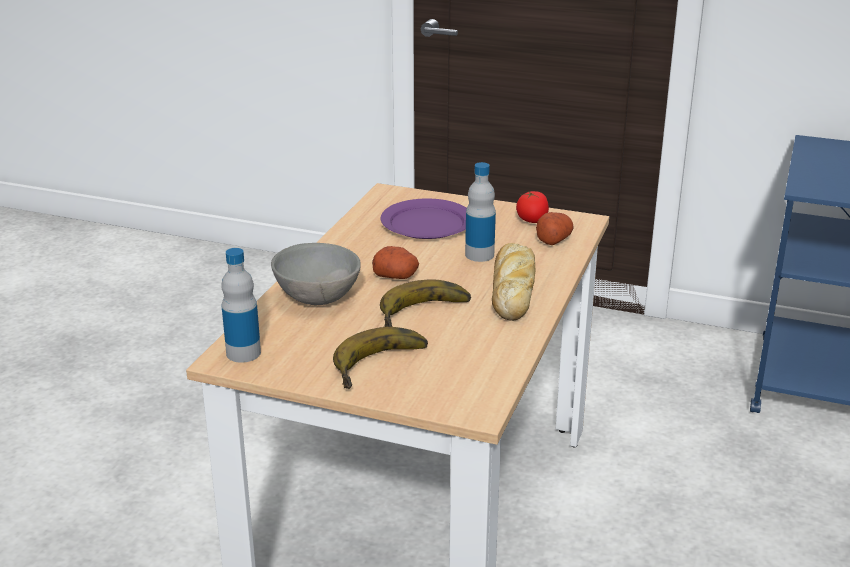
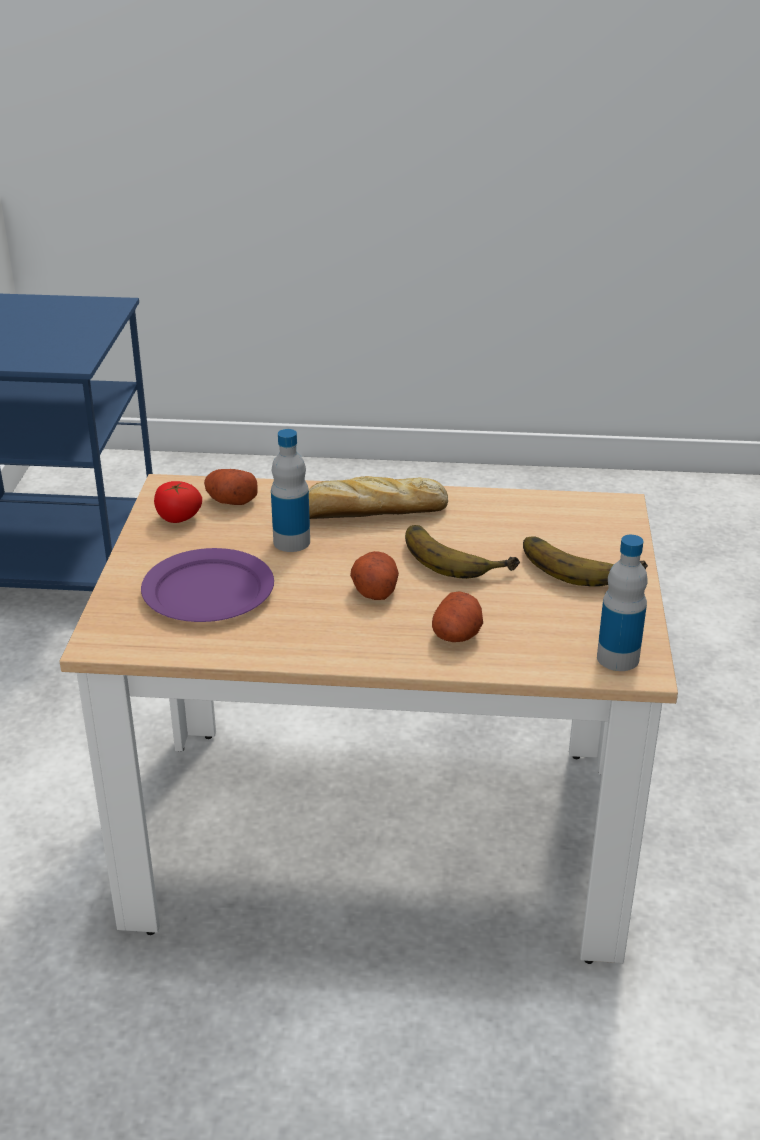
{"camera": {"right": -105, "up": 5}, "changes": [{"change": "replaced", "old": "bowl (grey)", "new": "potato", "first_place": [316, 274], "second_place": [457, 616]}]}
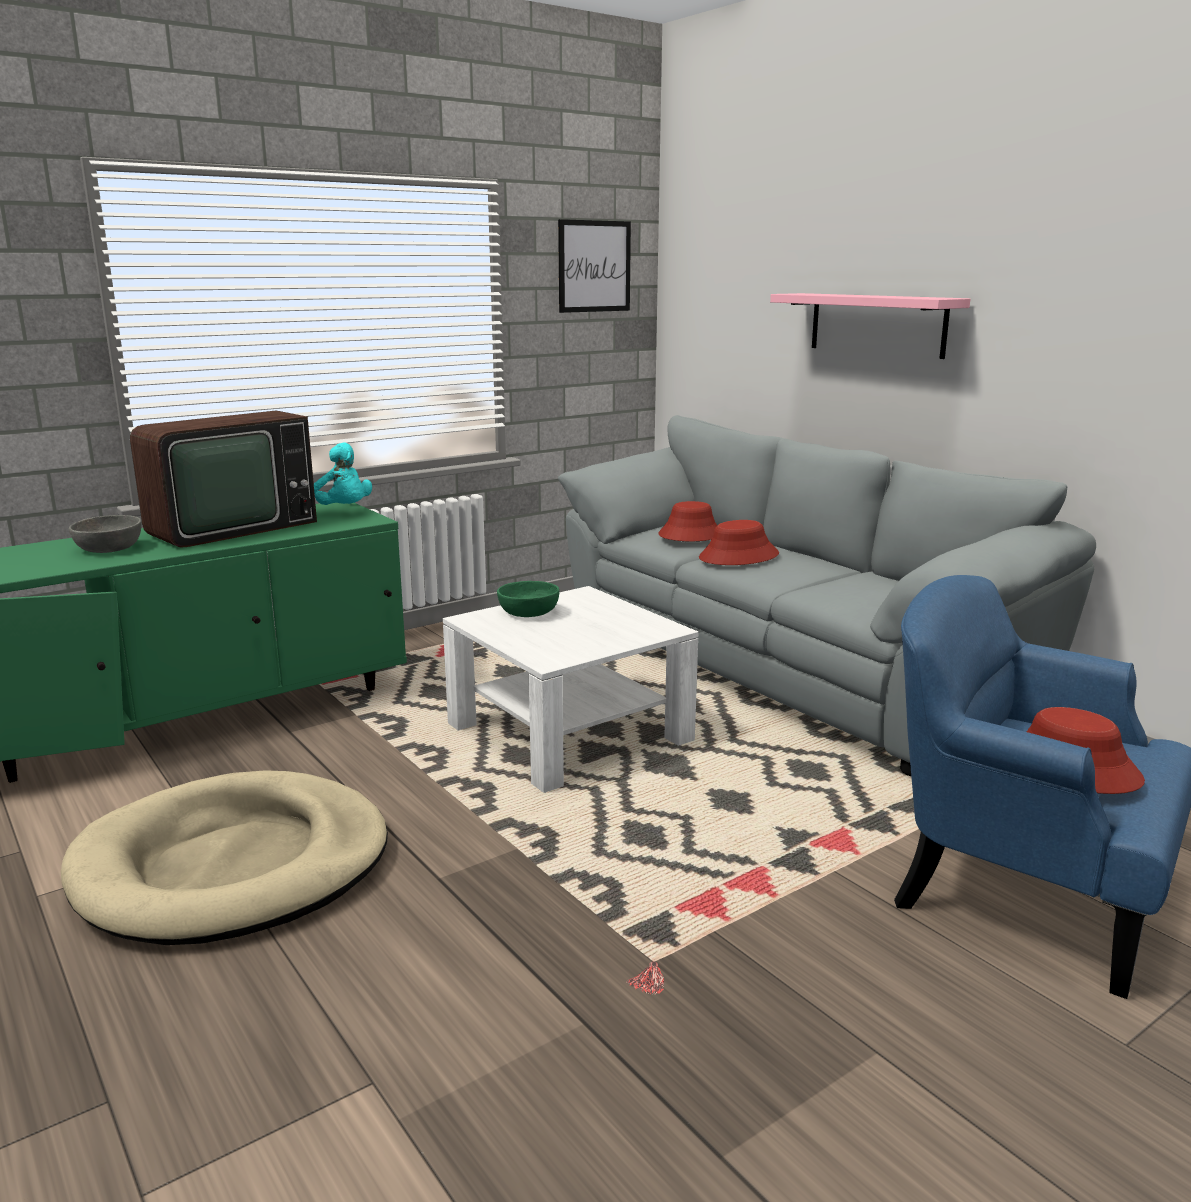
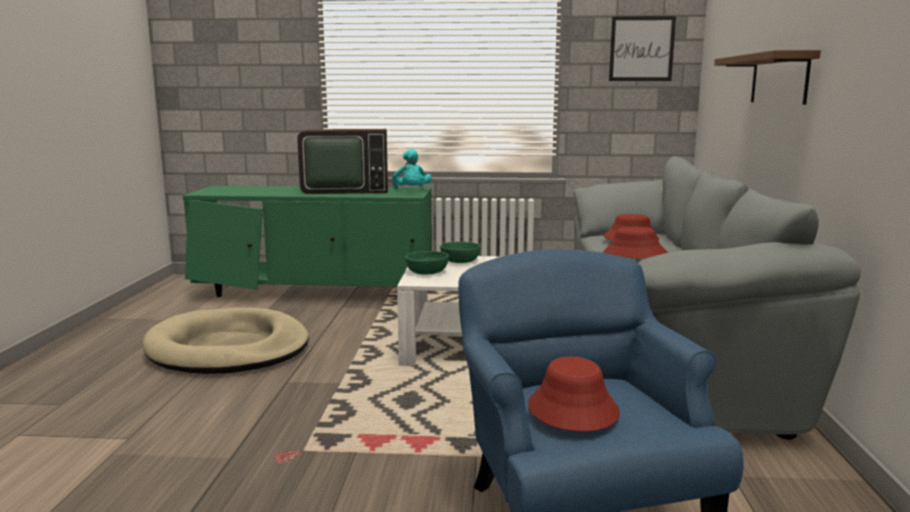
{"camera": {"right": 40, "up": -5}, "changes": [{"change": "added", "new": "bowl (green)", "second_place": [427, 263]}, {"change": "recoloured", "old": "shelf (pink)", "new": "shelf (brown)", "first_place": [870, 326], "second_place": [767, 77]}, {"change": "removed", "old": "bowl (grey)", "first_place": [105, 534]}]}
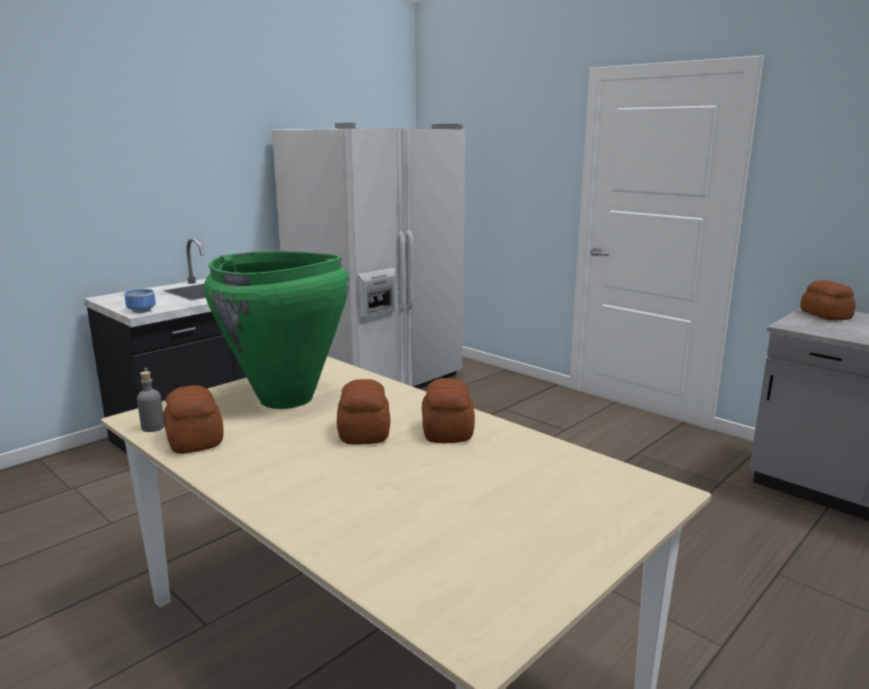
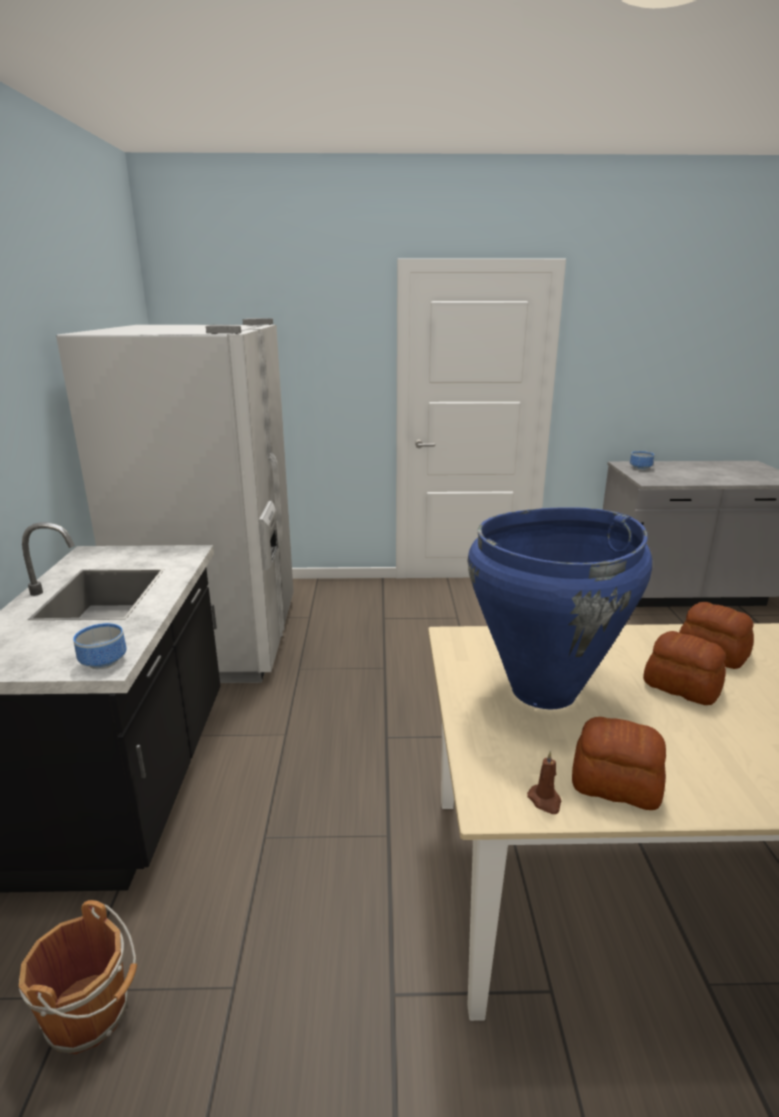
{"camera": {"right": -45, "up": 5}, "changes": [{"change": "added", "new": "bucket (brown)", "second_place": [78, 977]}, {"change": "recoloured", "old": "vase (green)", "new": "vase (blue)", "first_place": [277, 330], "second_place": [559, 608]}, {"change": "replaced", "old": "bottle (grey)", "new": "candle (brown)", "first_place": [151, 401], "second_place": [544, 782]}, {"change": "replaced", "old": "bread", "new": "bowl", "first_place": [828, 300], "second_place": [642, 460]}]}
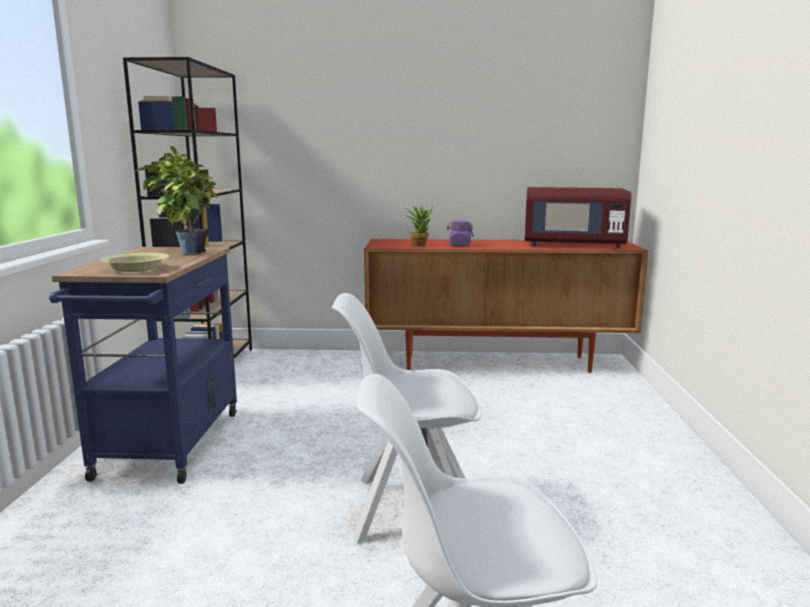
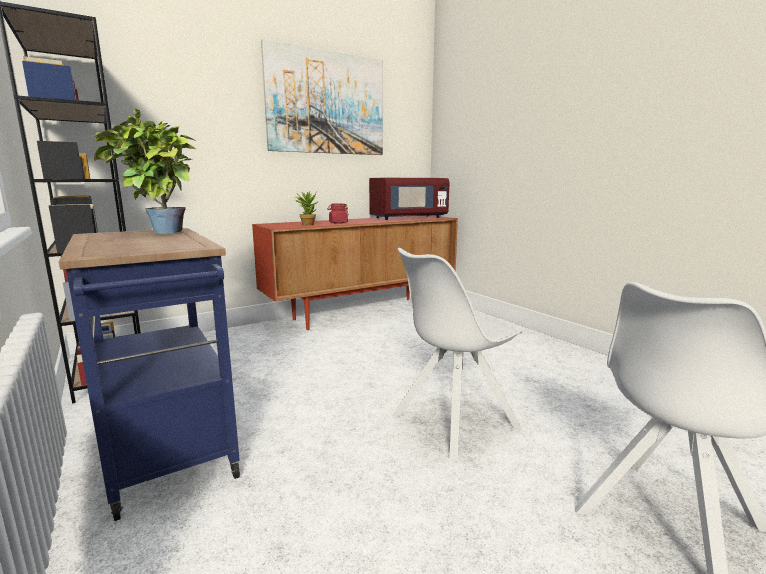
{"camera": {"right": -35, "up": 0}, "changes": [{"change": "added", "new": "picture", "second_place": [322, 97]}, {"change": "recoloured", "old": "jar (purple)", "new": "jar (red)", "first_place": [460, 233], "second_place": [338, 213]}, {"change": "removed", "old": "bowl (yellow)", "first_place": [135, 262]}]}
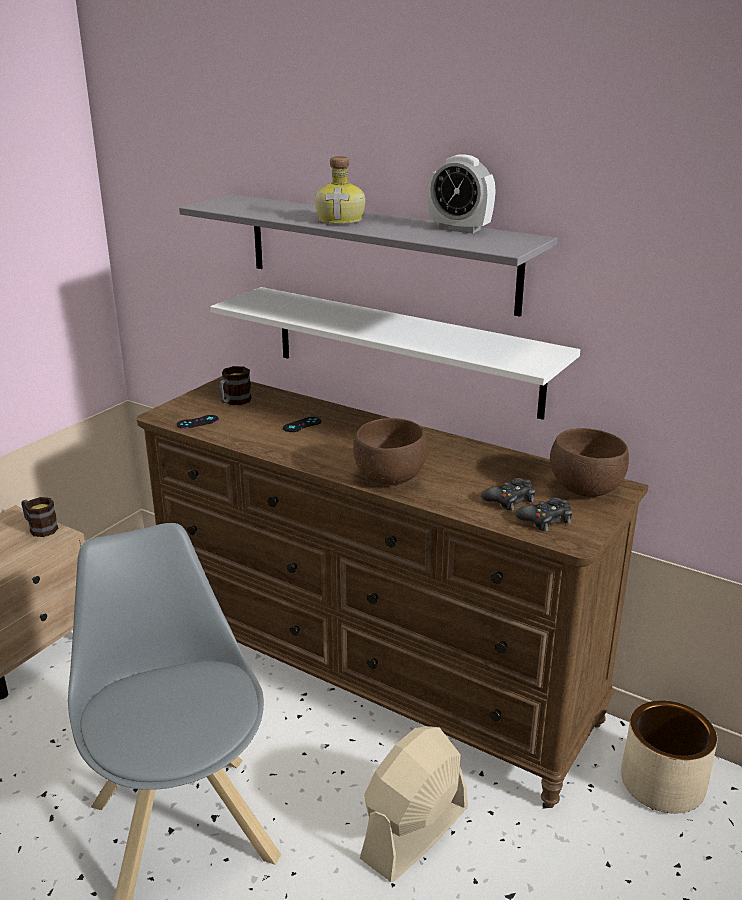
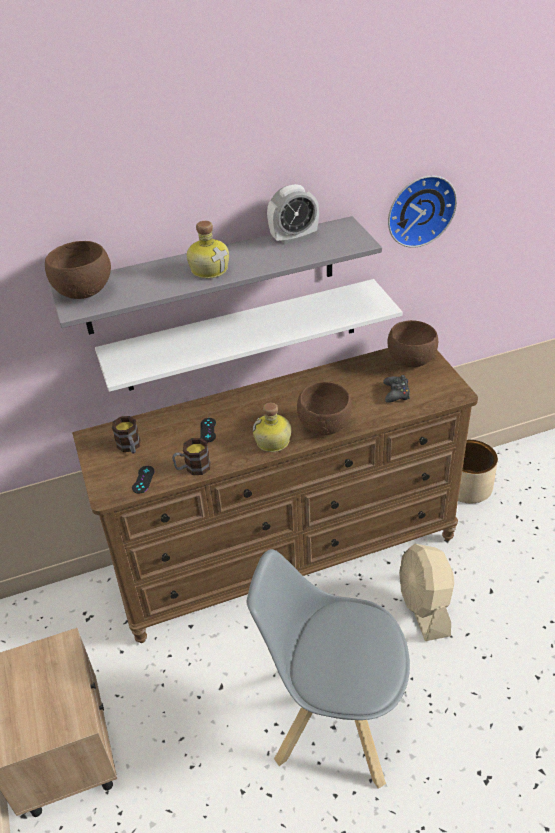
{"camera": {"right": -50, "up": 15}, "changes": [{"change": "added", "new": "bowl (brown)", "second_place": [78, 270]}, {"change": "moved", "old": "mug", "first_place": [40, 517], "second_place": [191, 456]}, {"change": "added", "new": "bottle", "second_place": [272, 427]}, {"change": "added", "new": "wall clock", "second_place": [422, 211]}, {"change": "removed", "old": "game controller (black)", "first_place": [543, 514]}]}
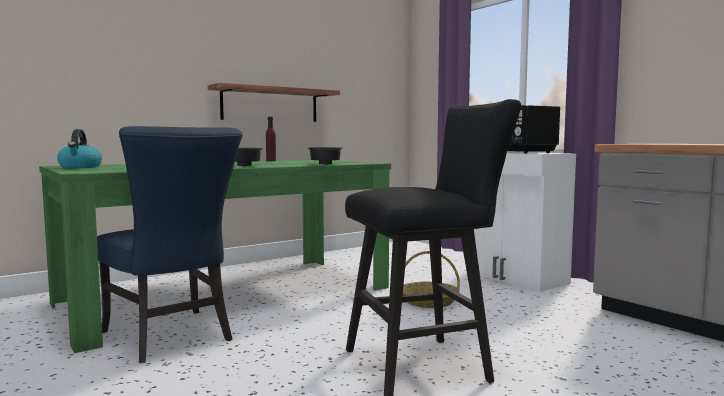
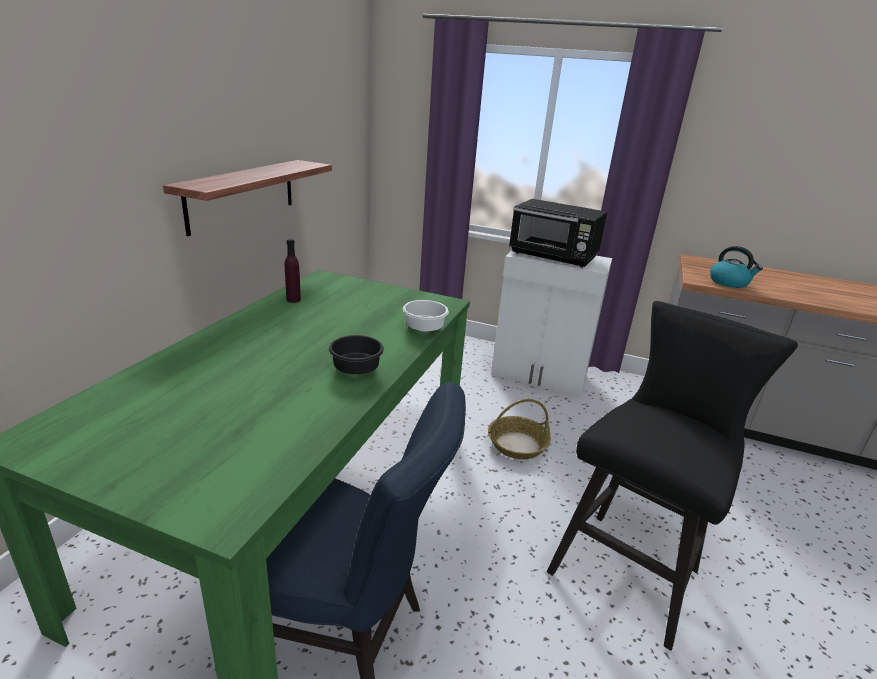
{"camera": {"right": -35, "up": 20}, "changes": [{"change": "recoloured", "old": "bowl (black)", "new": "bowl (white)", "first_place": [325, 156], "second_place": [426, 316]}, {"change": "moved", "old": "kettle", "first_place": [79, 148], "second_place": [736, 267]}]}
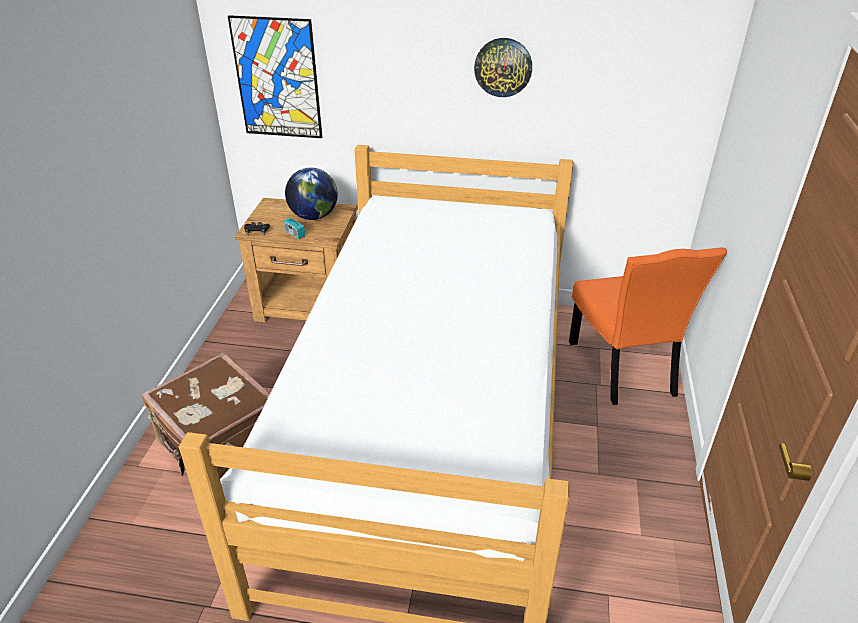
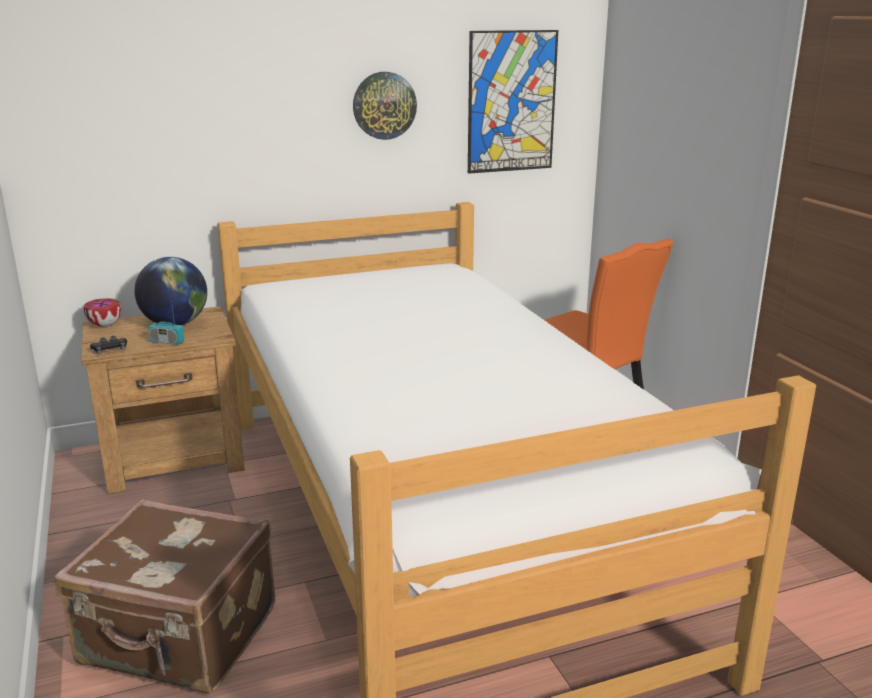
{"camera": {"right": -30, "up": -15}, "changes": [{"change": "added", "new": "bowl", "second_place": [102, 312]}, {"change": "moved", "old": "picture", "first_place": [275, 76], "second_place": [513, 102]}]}
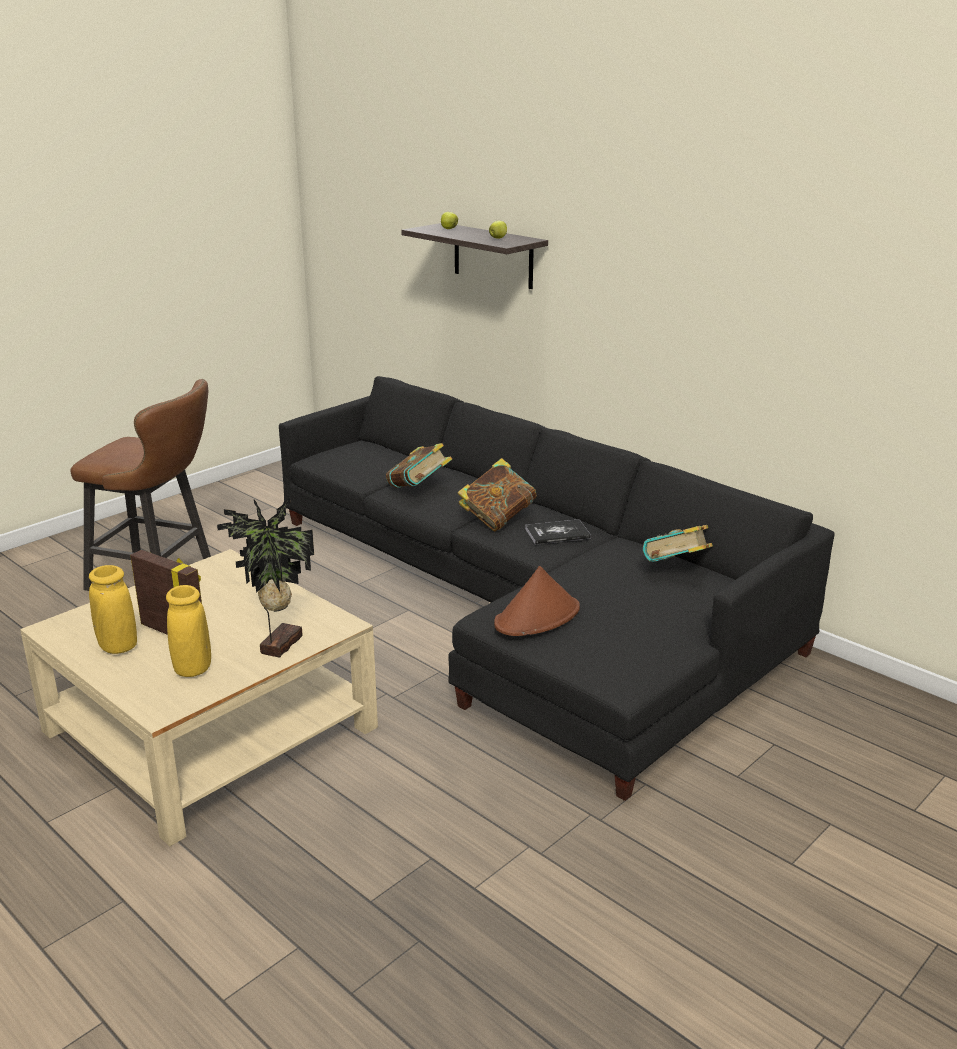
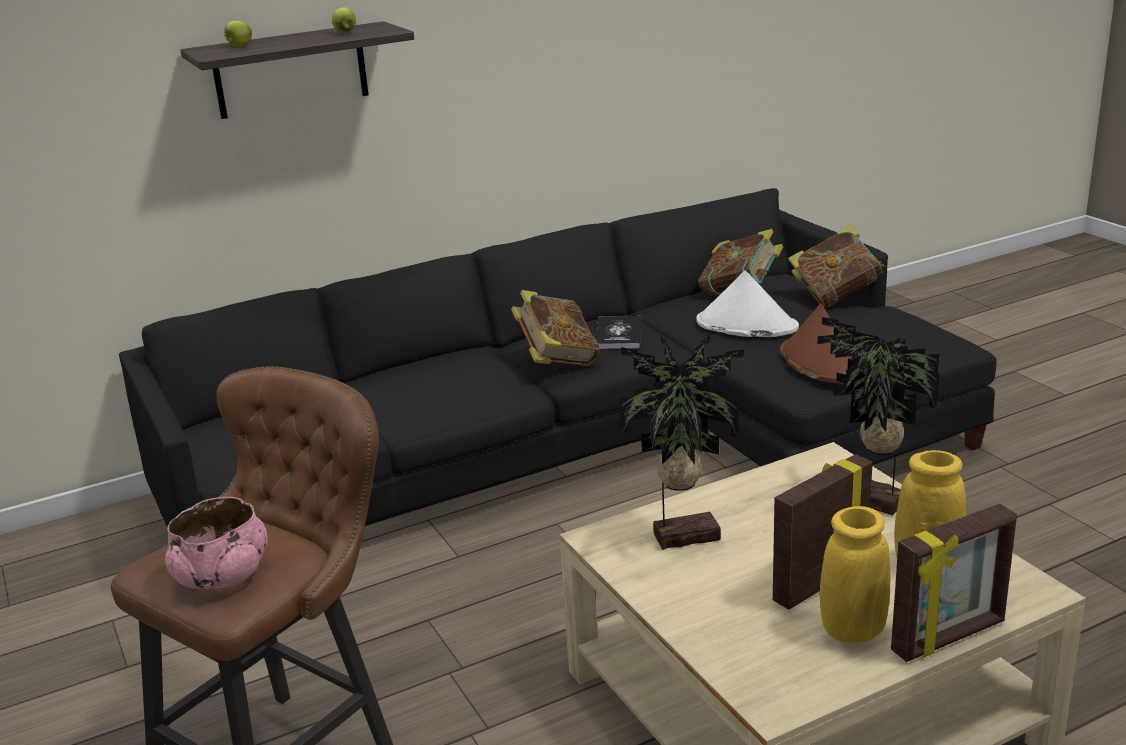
{"camera": {"right": -70, "up": 0}, "changes": [{"change": "added", "new": "bowl (pink)", "second_place": [216, 543]}, {"change": "added", "new": "potted plant", "second_place": [681, 442]}, {"change": "added", "new": "hat (white)", "second_place": [747, 303]}, {"change": "moved", "old": "book", "first_place": [419, 465], "second_place": [837, 266]}, {"change": "added", "new": "picture frame", "second_place": [954, 583]}]}
